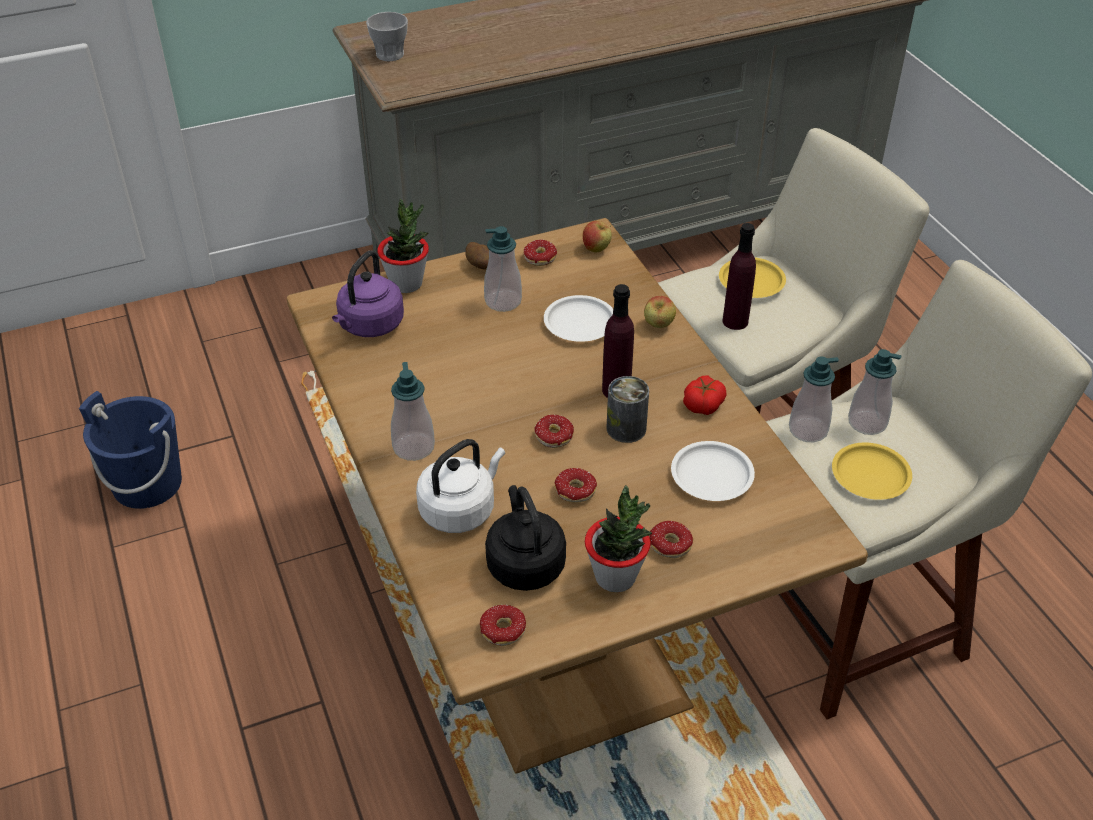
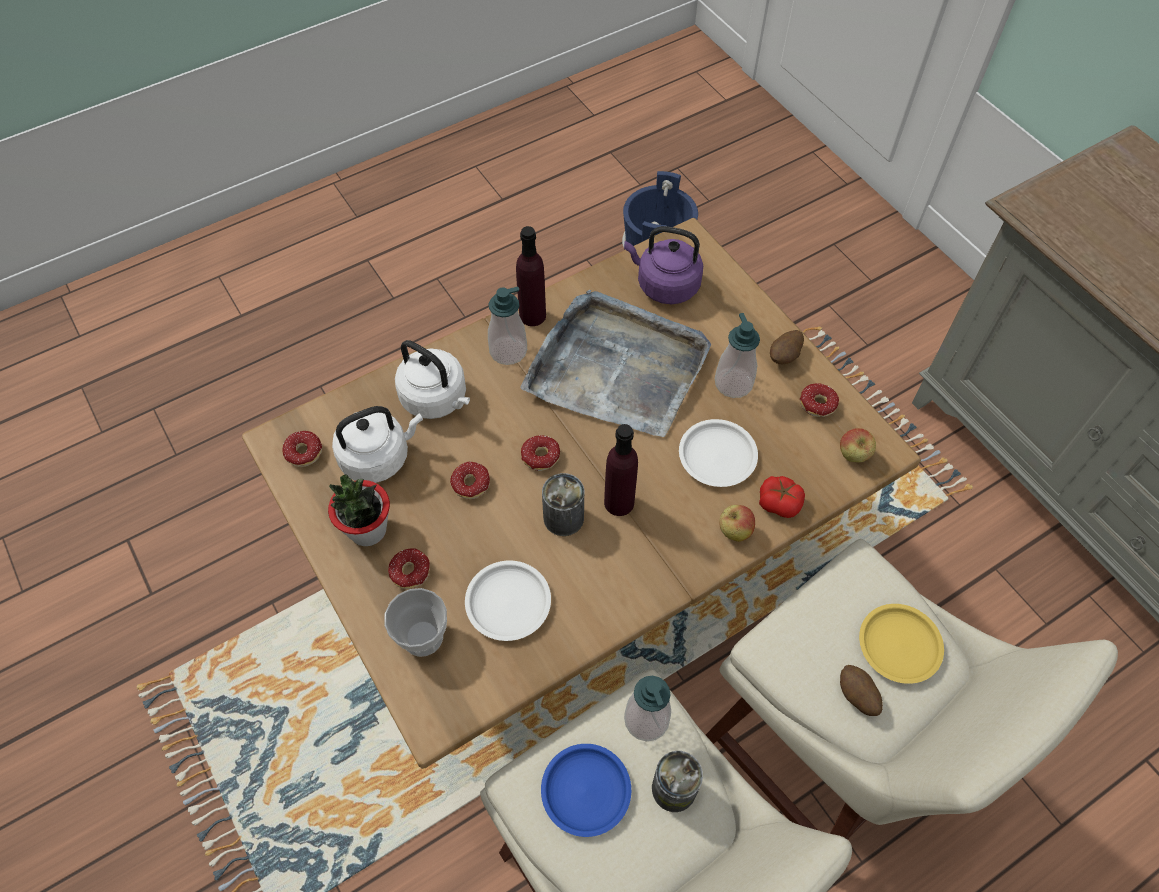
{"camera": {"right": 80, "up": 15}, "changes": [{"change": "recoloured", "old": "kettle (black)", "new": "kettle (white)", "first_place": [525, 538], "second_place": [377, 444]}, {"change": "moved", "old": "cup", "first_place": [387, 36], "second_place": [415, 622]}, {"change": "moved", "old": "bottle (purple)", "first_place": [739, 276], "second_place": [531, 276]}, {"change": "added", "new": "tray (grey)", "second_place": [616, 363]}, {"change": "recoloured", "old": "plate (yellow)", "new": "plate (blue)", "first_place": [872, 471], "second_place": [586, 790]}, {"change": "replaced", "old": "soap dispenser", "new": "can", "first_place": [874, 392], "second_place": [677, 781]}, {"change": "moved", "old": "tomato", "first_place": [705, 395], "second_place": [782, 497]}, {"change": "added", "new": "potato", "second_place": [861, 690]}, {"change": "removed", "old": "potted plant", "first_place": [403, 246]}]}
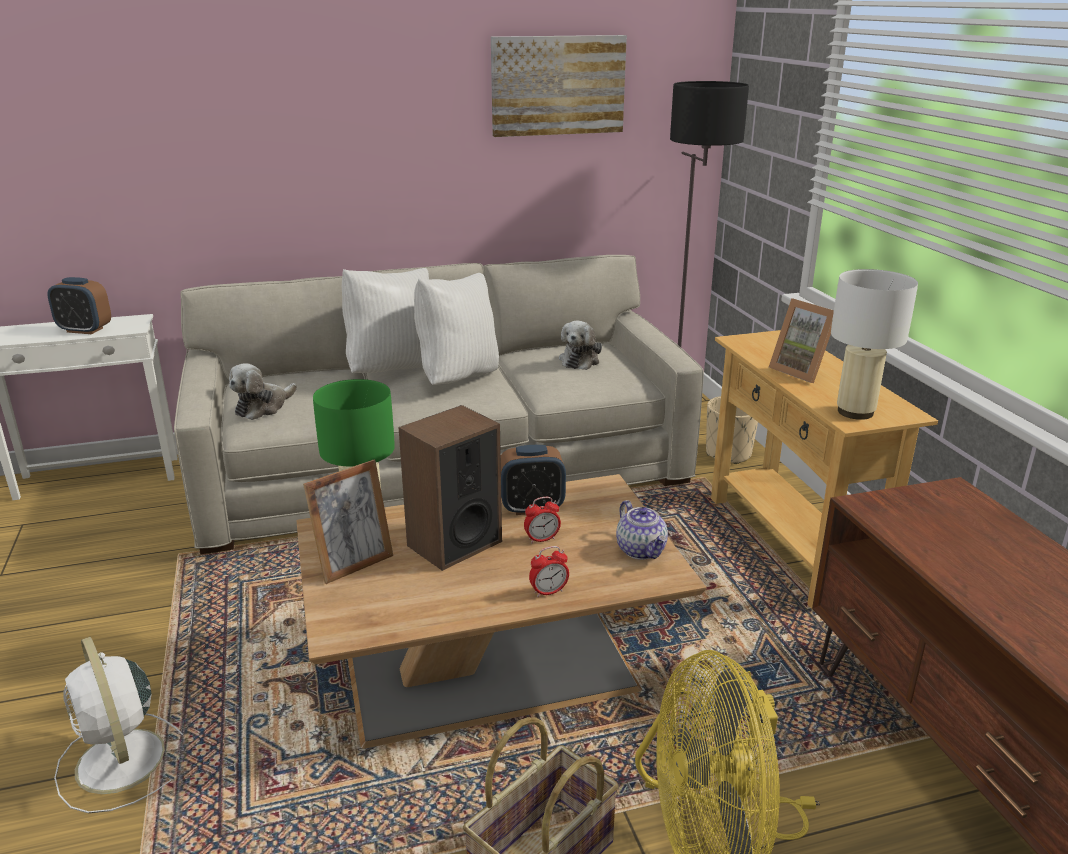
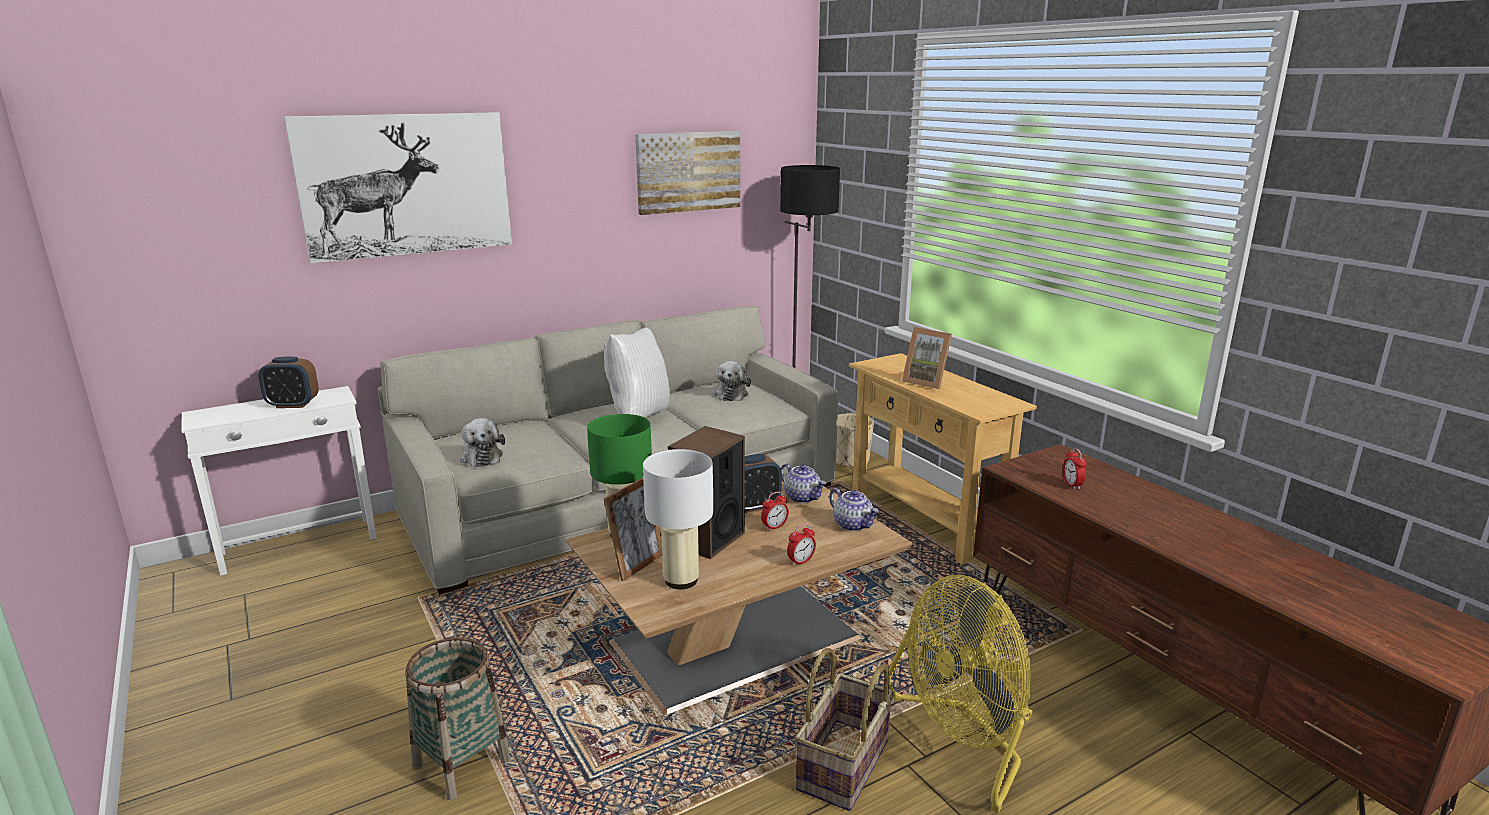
{"camera": {"right": -15, "up": -5}, "changes": [{"change": "added", "new": "picture", "second_place": [398, 187]}, {"change": "replaced", "old": "fan (white)", "new": "basket", "first_place": [118, 725], "second_place": [458, 718]}, {"change": "turned", "old": "plush toy", "first_place": [263, 391], "second_place": [482, 442], "degrees": -45}, {"change": "moved", "old": "table lamp (white)", "first_place": [874, 344], "second_place": [678, 519]}, {"change": "added", "new": "teapot", "second_place": [803, 483]}, {"change": "added", "new": "alarm clock", "second_place": [1075, 469]}, {"change": "removed", "old": "pillow (white)", "first_place": [385, 320]}]}
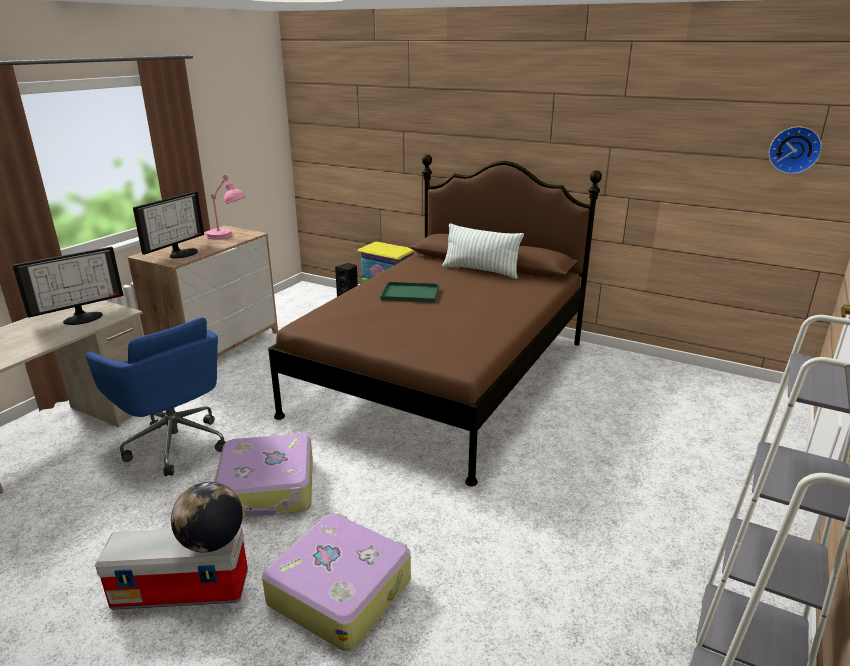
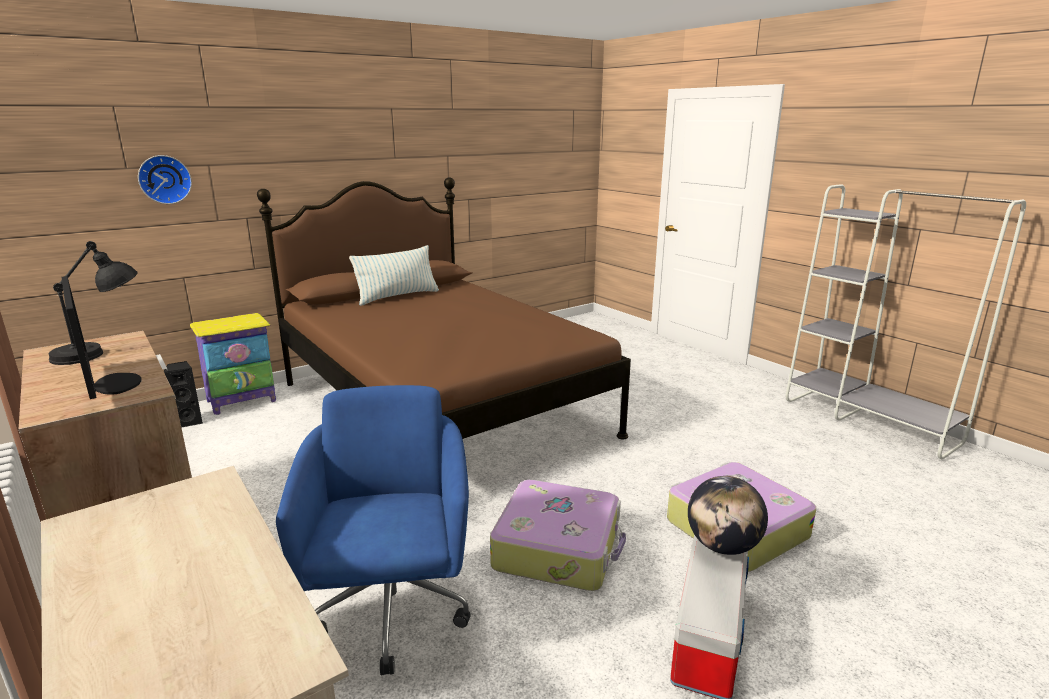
{"camera": {"right": -65, "up": -5}, "changes": [{"change": "recoloured", "old": "table lamp (pink)", "new": "table lamp (black)", "first_place": [226, 207], "second_place": [93, 303]}, {"change": "moved", "old": "wall clock", "first_place": [795, 150], "second_place": [165, 179]}, {"change": "turned", "old": "office chair (blue)", "first_place": [155, 396], "second_place": [373, 530], "degrees": -75}, {"change": "removed", "old": "monitor", "first_place": [67, 286]}, {"change": "removed", "old": "tray (green)", "first_place": [409, 292]}]}
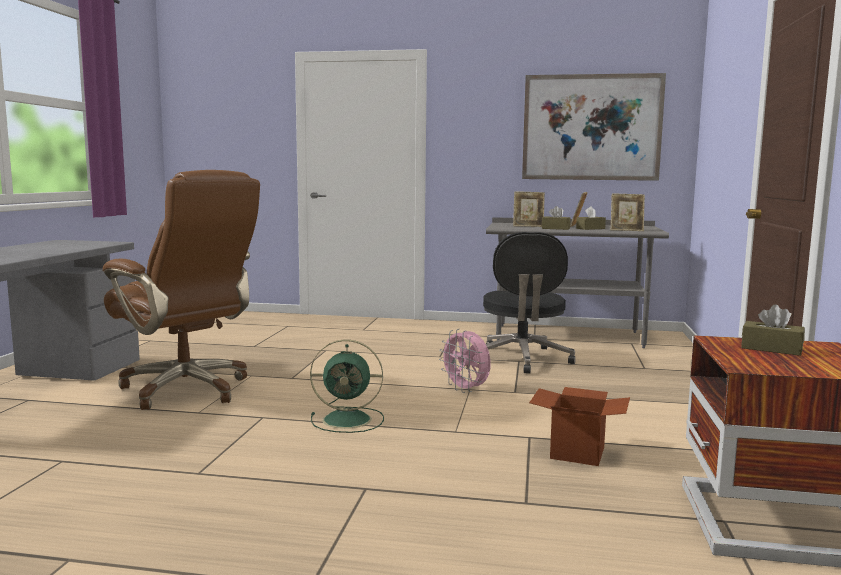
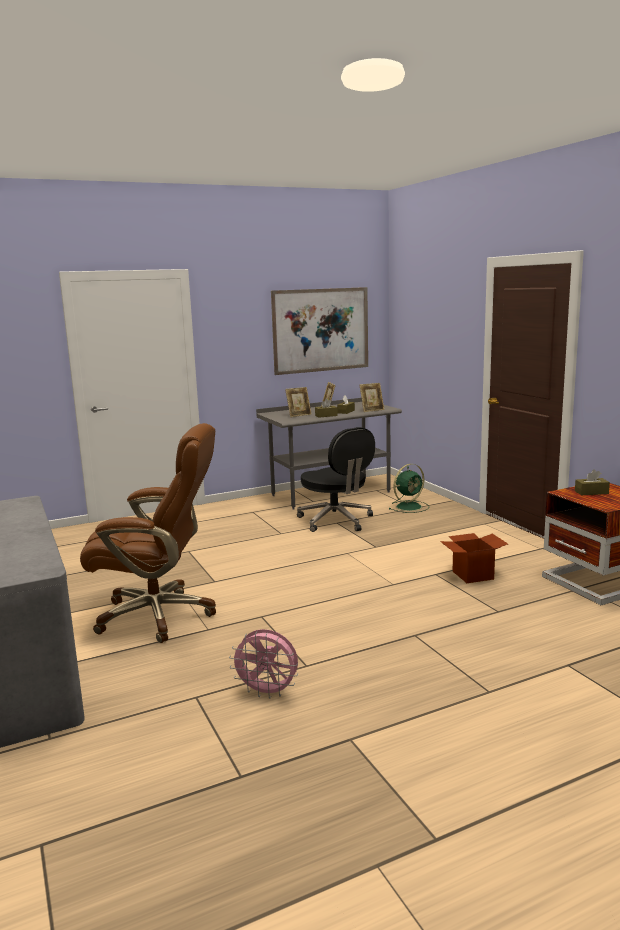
{"camera": {"right": -35, "up": 5}, "changes": [{"change": "moved", "old": "fan (pink)", "first_place": [465, 361], "second_place": [263, 664]}, {"change": "moved", "old": "fan (green)", "first_place": [347, 386], "second_place": [408, 488]}]}
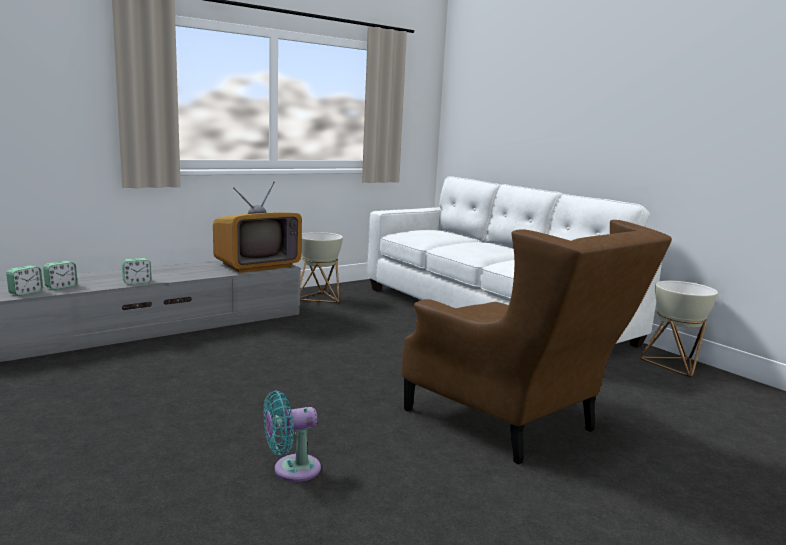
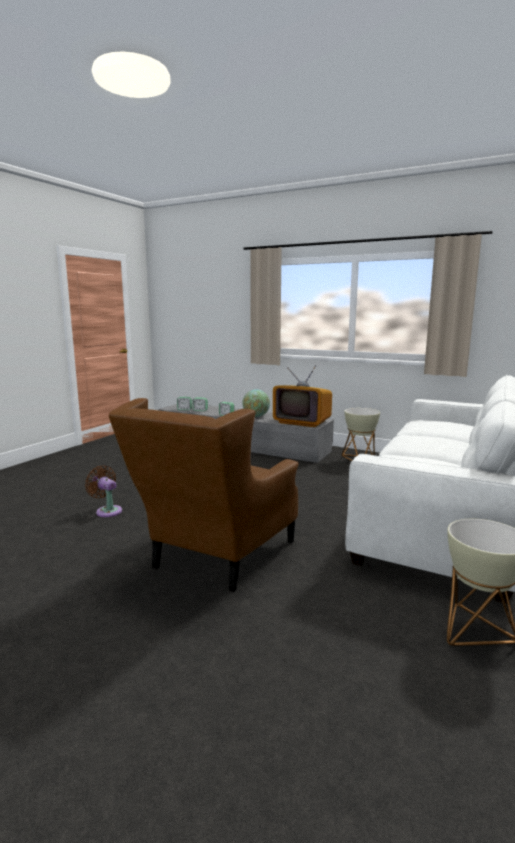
{"camera": {"right": 65, "up": 0}, "changes": [{"change": "recoloured", "old": "fan (turquoise)", "new": "fan (brown)", "first_place": [292, 436], "second_place": [103, 491]}, {"change": "added", "new": "globe", "second_place": [256, 403]}]}
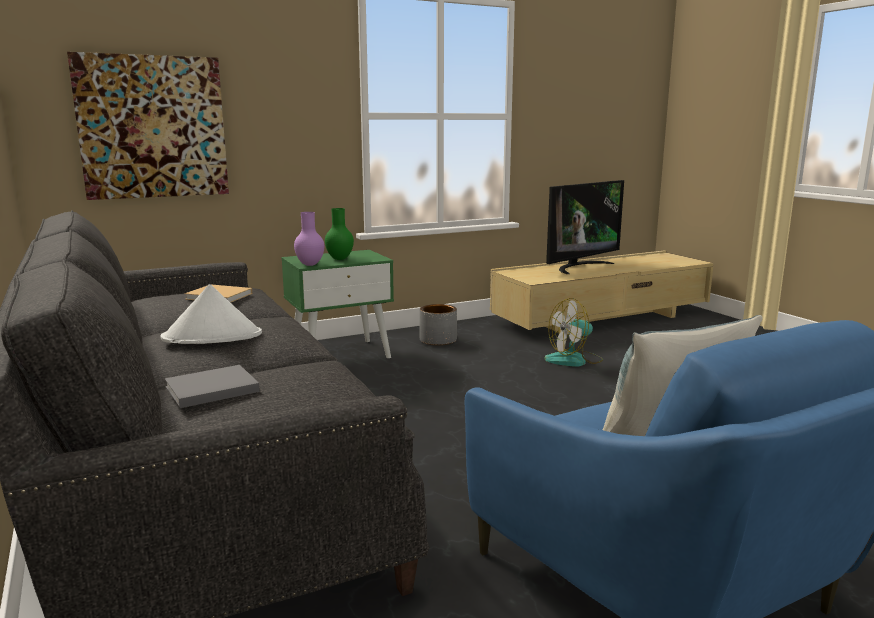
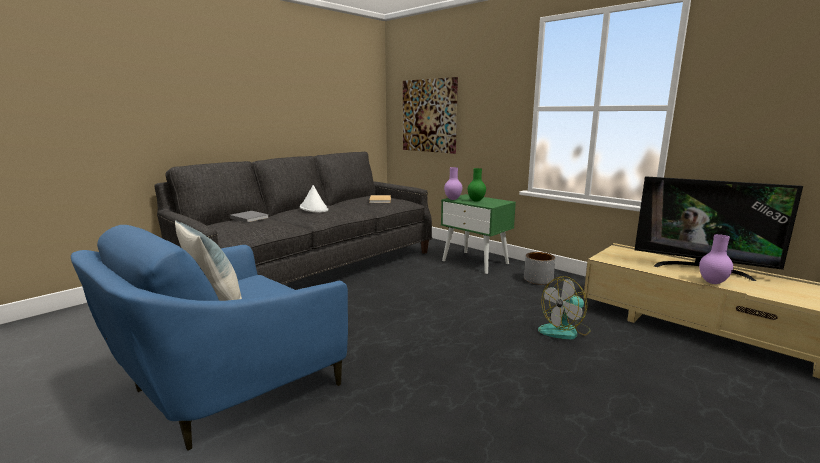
{"camera": {"right": 70, "up": 0}, "changes": [{"change": "turned", "old": "fan", "first_place": [574, 332], "second_place": [564, 307], "degrees": -75}, {"change": "added", "new": "vase (purple)", "second_place": [716, 259]}]}
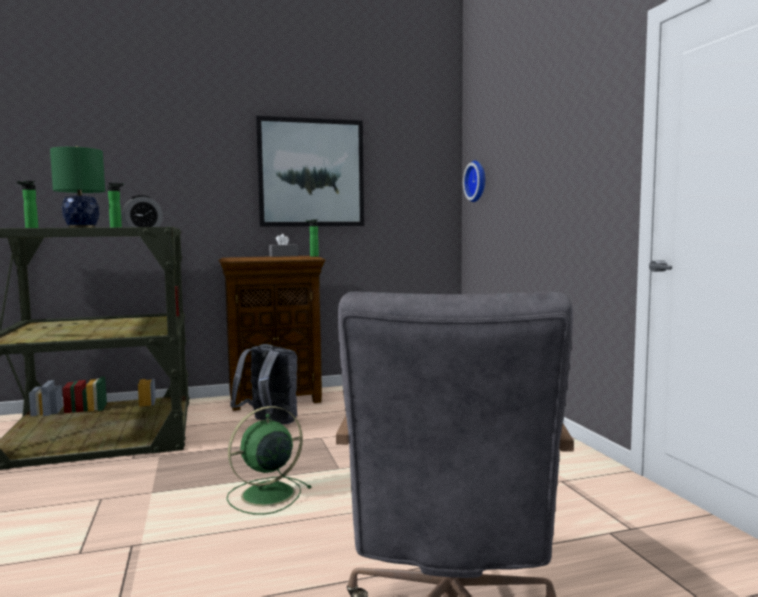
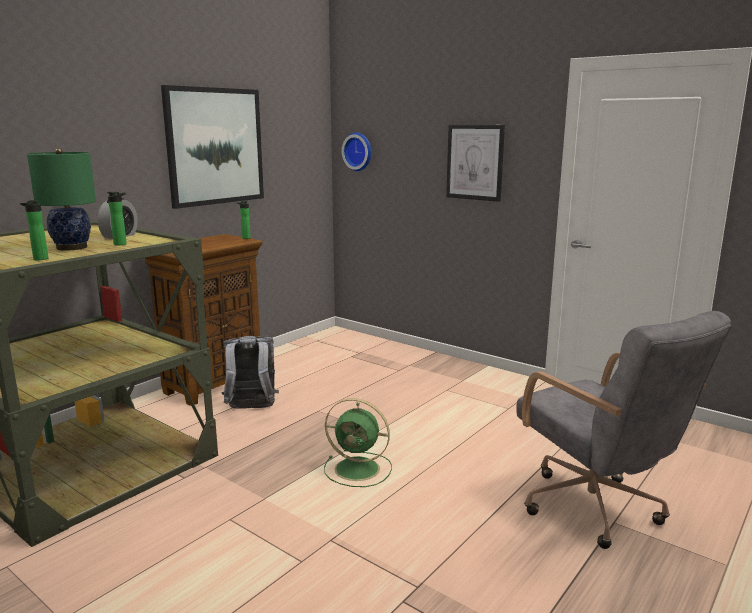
{"camera": {"right": -35, "up": 10}, "changes": [{"change": "turned", "old": "fan (green)", "first_place": [269, 460], "second_place": [358, 442], "degrees": -90}, {"change": "added", "new": "picture", "second_place": [475, 163]}, {"change": "removed", "old": "tissue box (grey)", "first_place": [283, 245]}]}
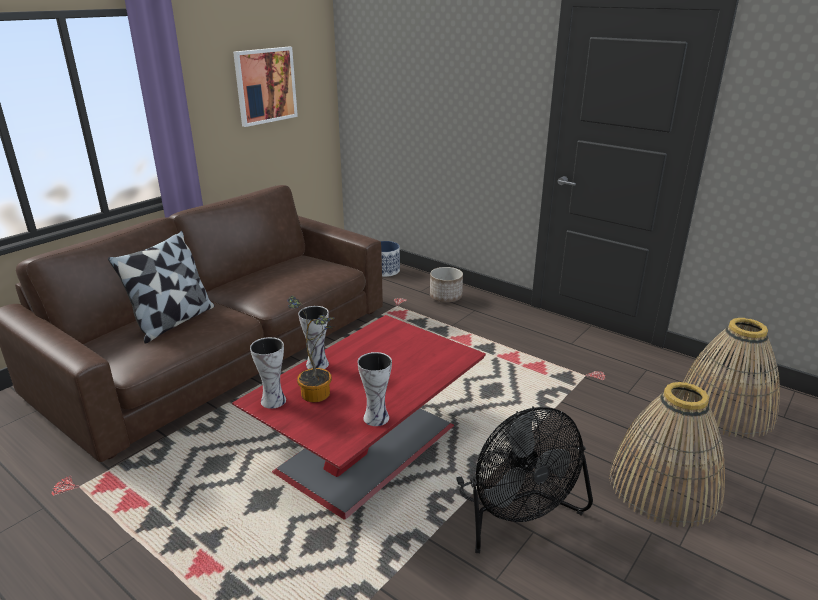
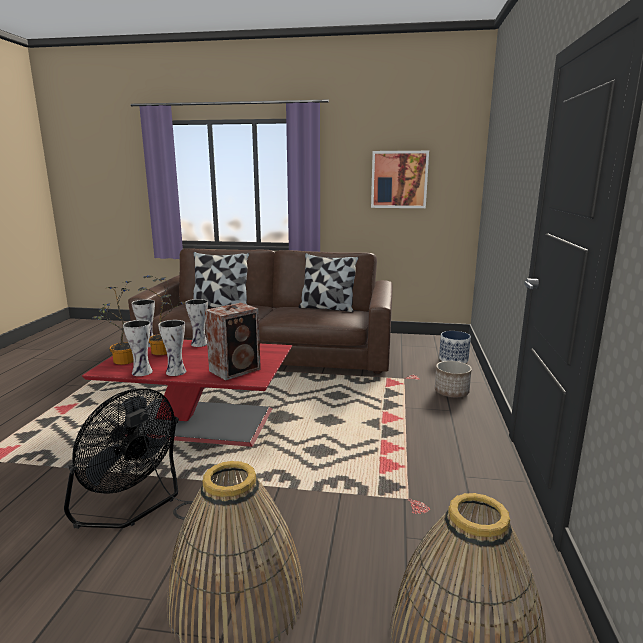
{"camera": {"right": 60, "up": -10}, "changes": [{"change": "turned", "old": "fan (black)", "first_place": [524, 480], "second_place": [134, 459], "degrees": 90}, {"change": "added", "new": "potted plant", "second_place": [113, 323]}, {"change": "added", "new": "vase", "second_place": [172, 348]}, {"change": "added", "new": "speaker", "second_place": [233, 341]}, {"change": "added", "new": "pillow", "second_place": [328, 282]}]}
